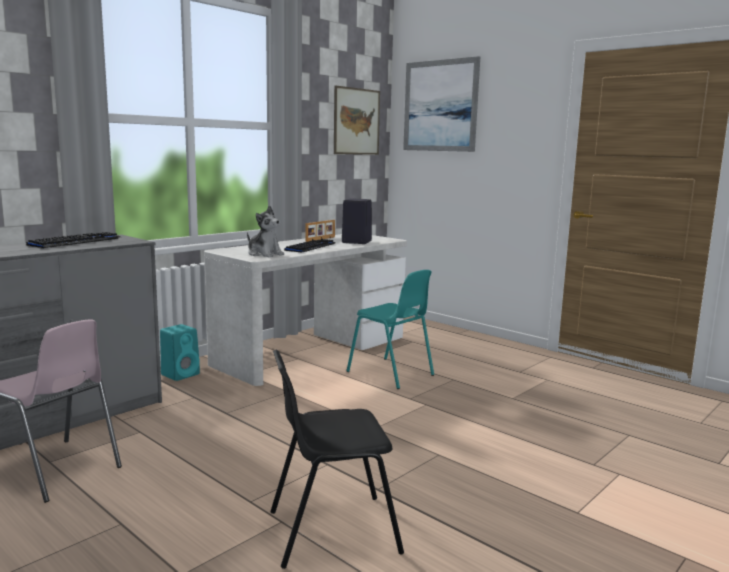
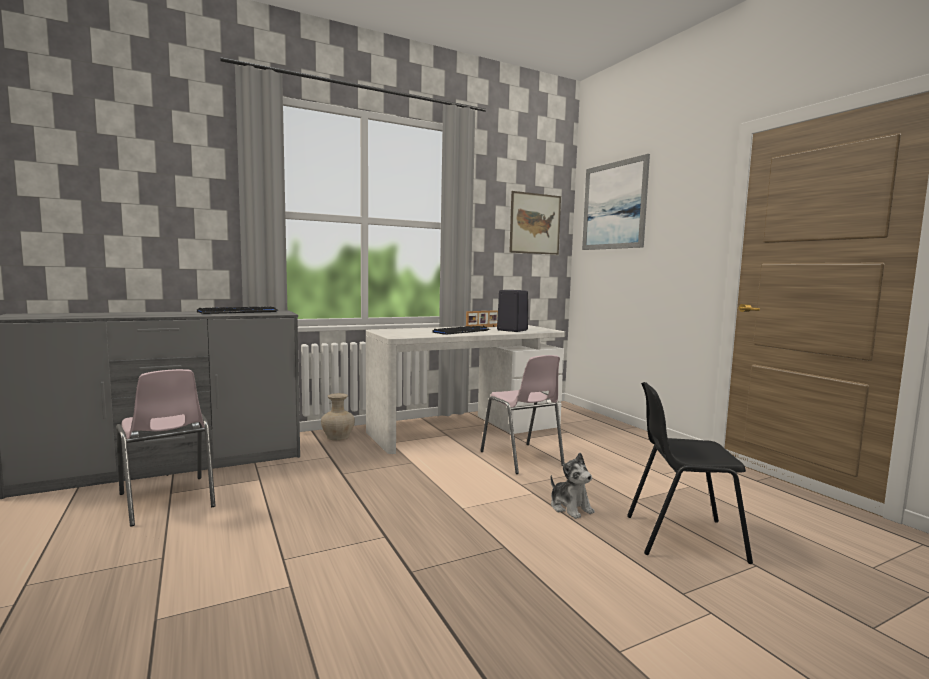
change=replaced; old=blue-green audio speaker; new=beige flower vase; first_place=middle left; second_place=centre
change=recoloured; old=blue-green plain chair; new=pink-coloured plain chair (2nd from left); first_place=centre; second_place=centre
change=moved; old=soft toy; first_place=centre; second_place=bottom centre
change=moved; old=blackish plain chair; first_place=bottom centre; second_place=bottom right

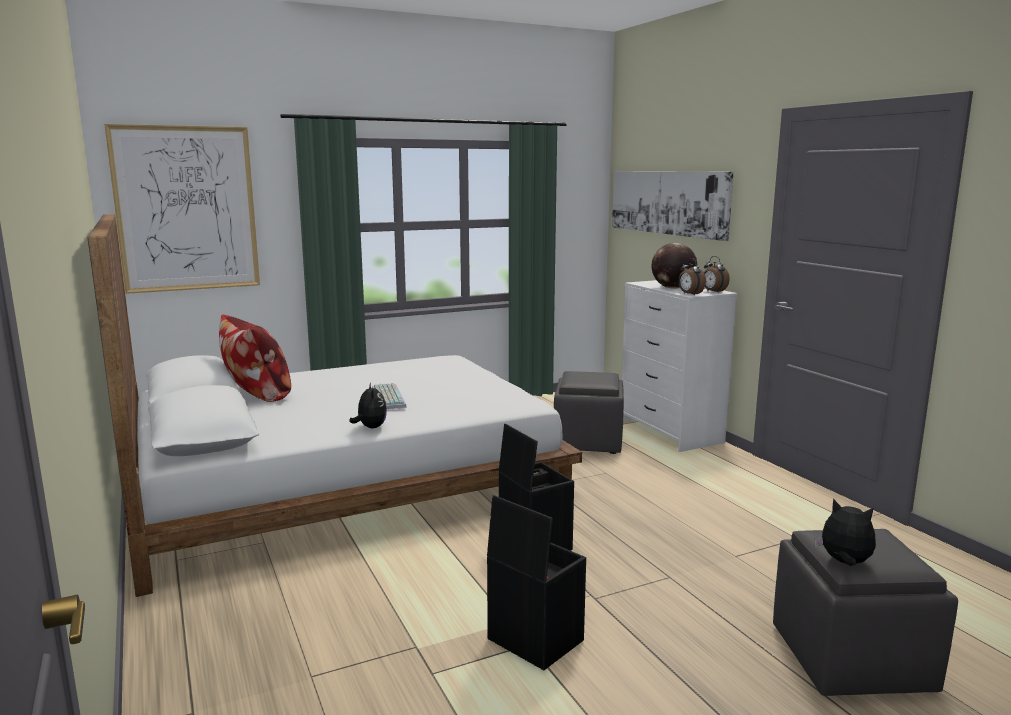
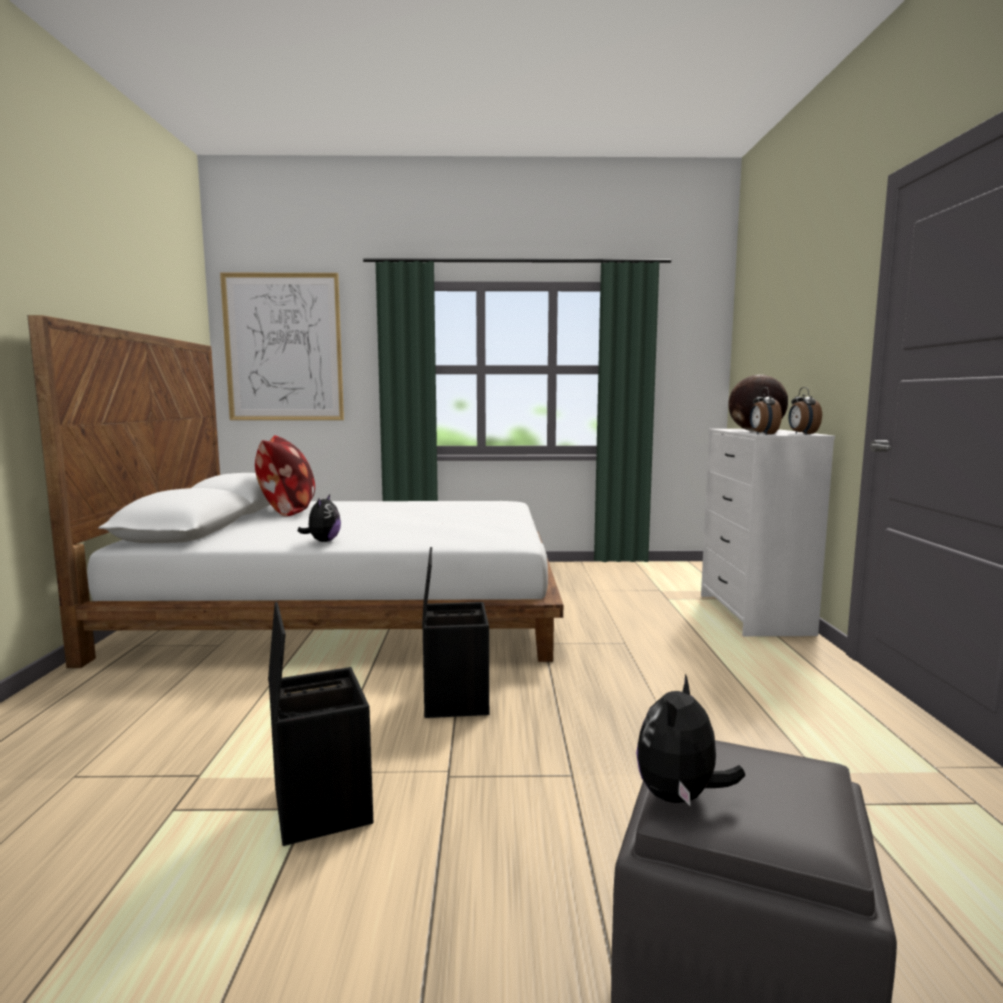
change=turned; old=soft toy (2nd from left); first_place=bottom right; second_place=bottom right; degrees=-120
change=removed; old=PC keyboard; first_place=centre
change=removed; old=gray pouffe (1st from left); first_place=centre
change=removed; old=picture (2nd from left); first_place=top centre

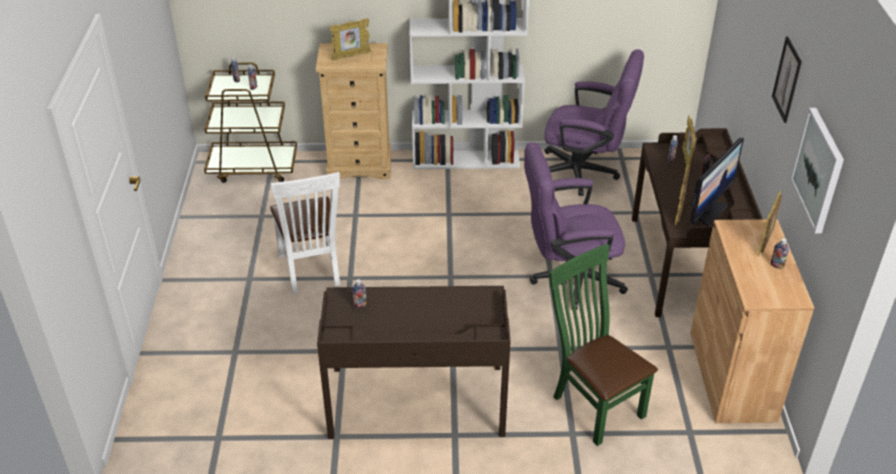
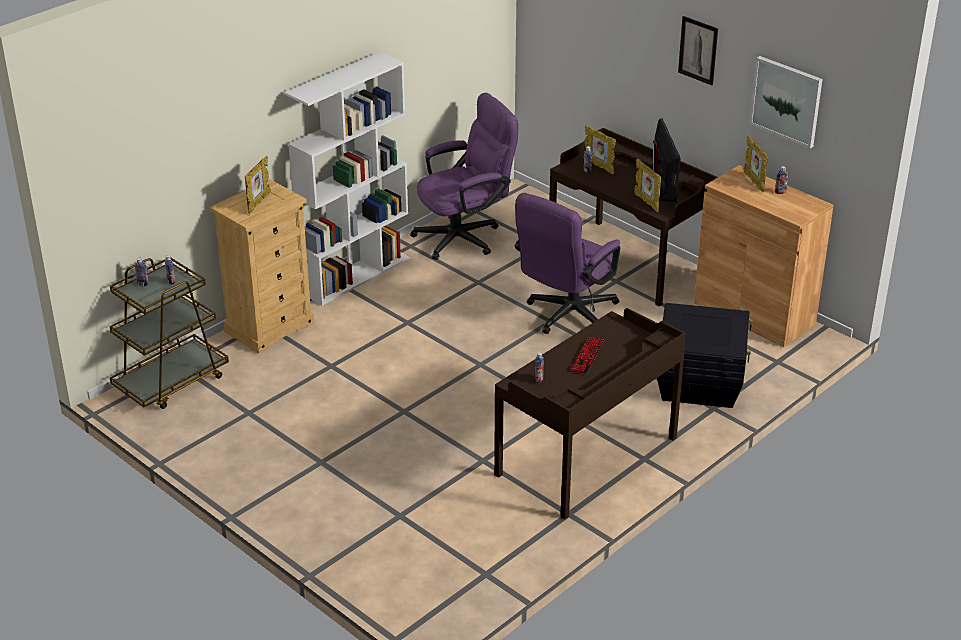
change=added; new=PC keyboard; second_place=centre
change=replaced; old=green plain chair; new=blackish storage box; first_place=bottom right; second_place=middle right
change=removed; old=white-coloured plain chair; first_place=centre

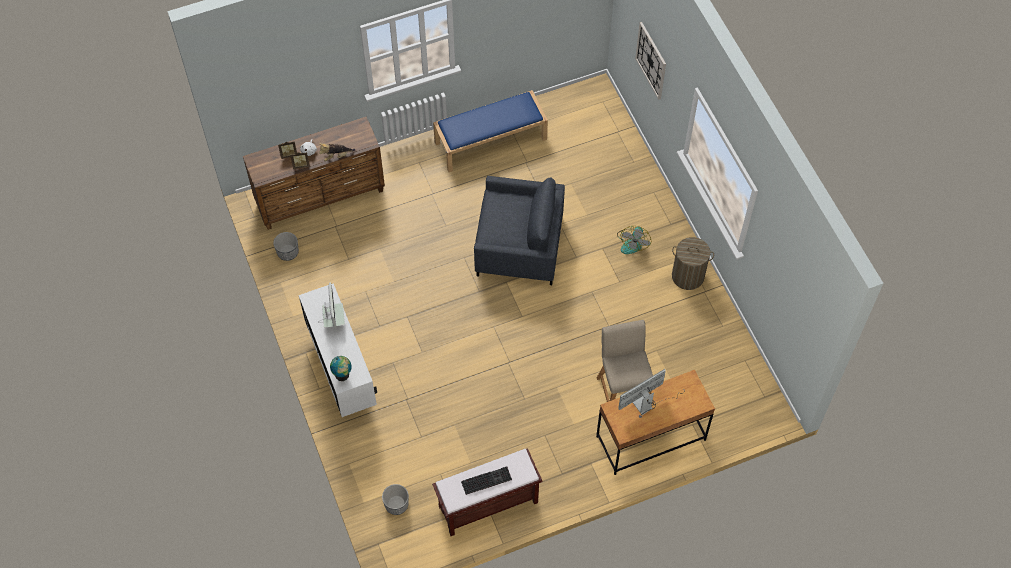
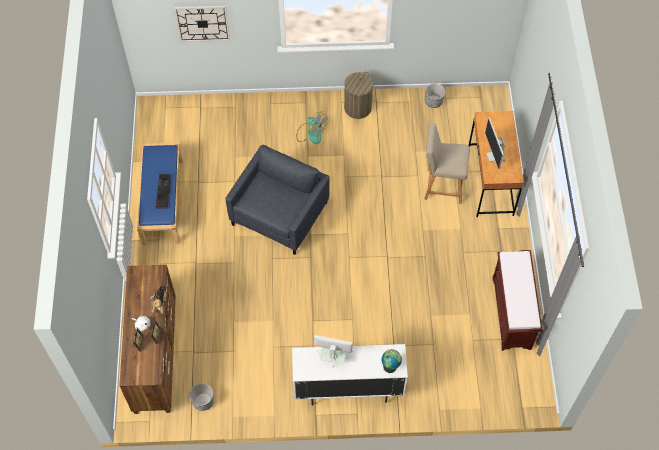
change=moved; old=PC keyboard; first_place=bottom centre; second_place=middle left
change=moved; old=planter (2nd from left); first_place=bottom centre; second_place=top centre

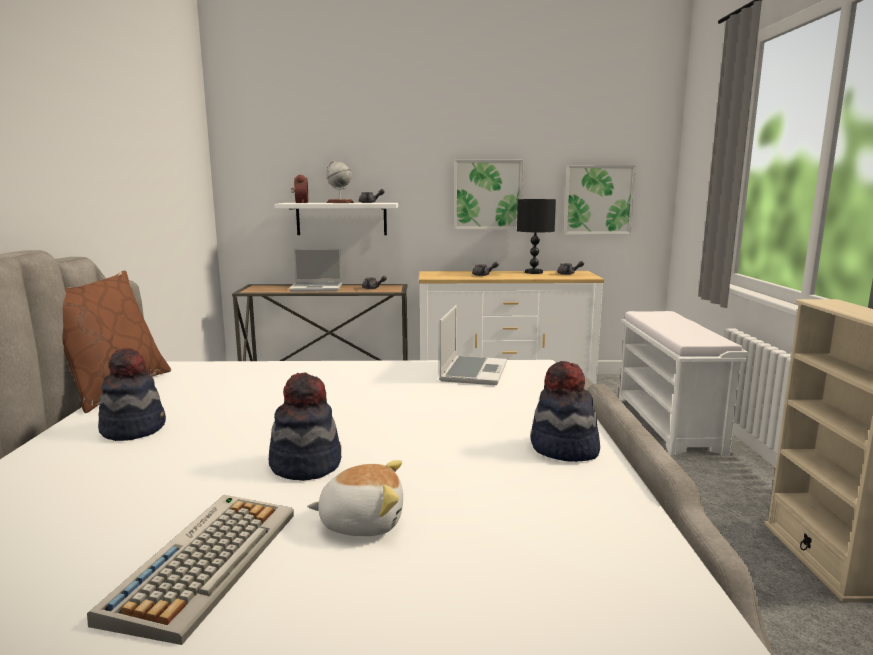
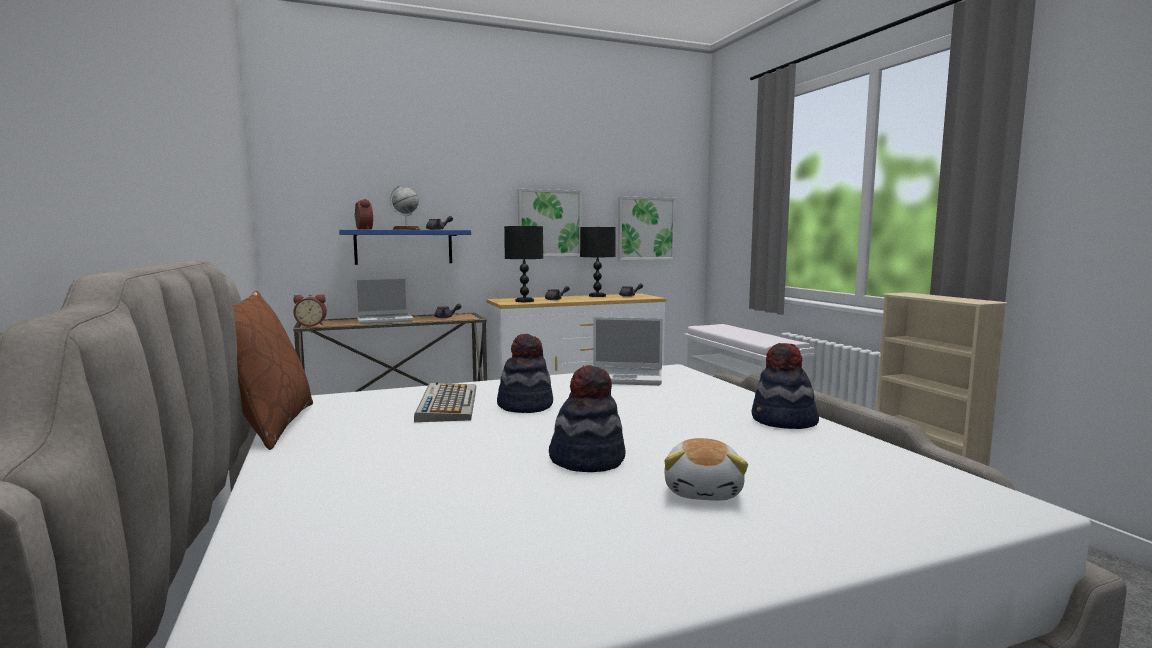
change=added; new=table clock (1st from left); second_place=middle left
change=recoloured; old=white-coloured shelf; new=blue shelf; first_place=centre; second_place=centre
change=moved; old=PC keyboard; first_place=bottom left; second_place=centre
change=moved; old=clothing hat (1st from left); first_place=middle left; second_place=centre
change=added; new=blackish table lamp (1st from left); second_place=centre
change=turned; old=portable computer (2nd from left); first_place=centre; second_place=centre; degrees=105
change=turned; old=soft toy; first_place=bottom centre; second_place=bottom centre; degrees=120

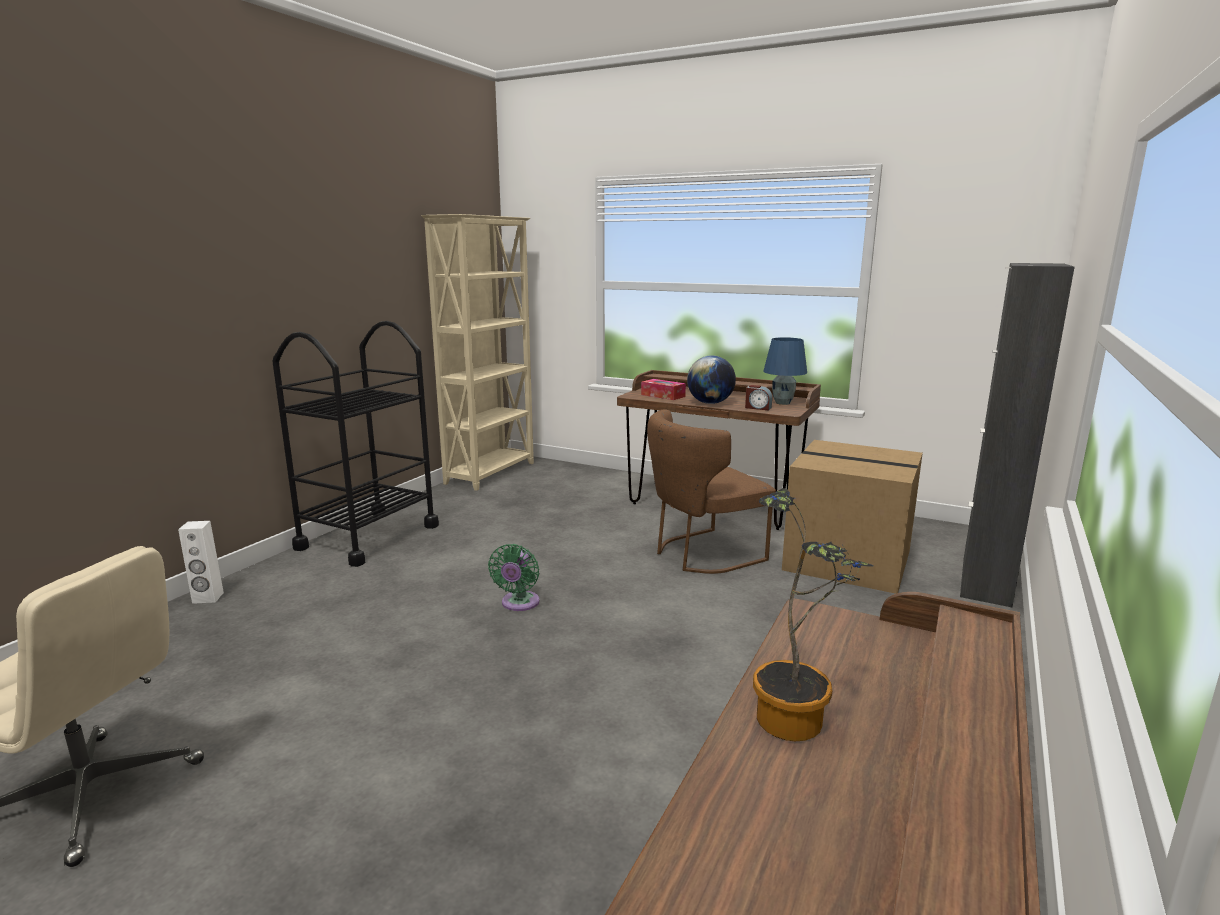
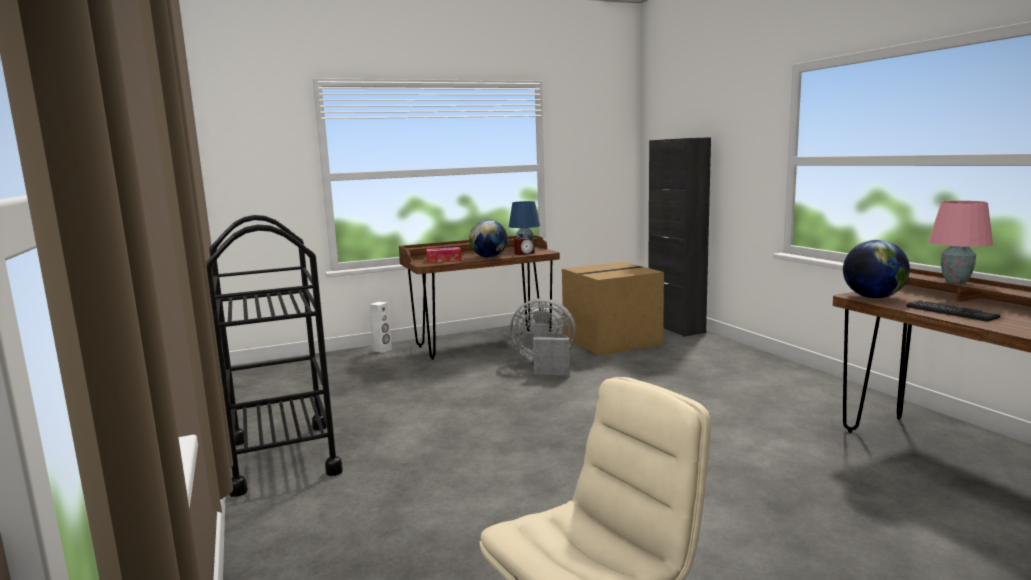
change=moved; old=white-coloured audio speaker; first_place=middle left; second_place=centre
change=replaced; old=brownish plain chair; new=gray cooling fan; first_place=centre; second_place=centre
change=added; new=globe (2nd from left); second_place=middle right
change=replaced; old=houseplant; new=PC keyboard; first_place=bottom centre; second_place=middle right
change=added; new=pink-coloured table lamp; second_place=middle right
change=removed; old=beige bookcase; first_place=centre
change=removed; old=green cooling fan; first_place=centre

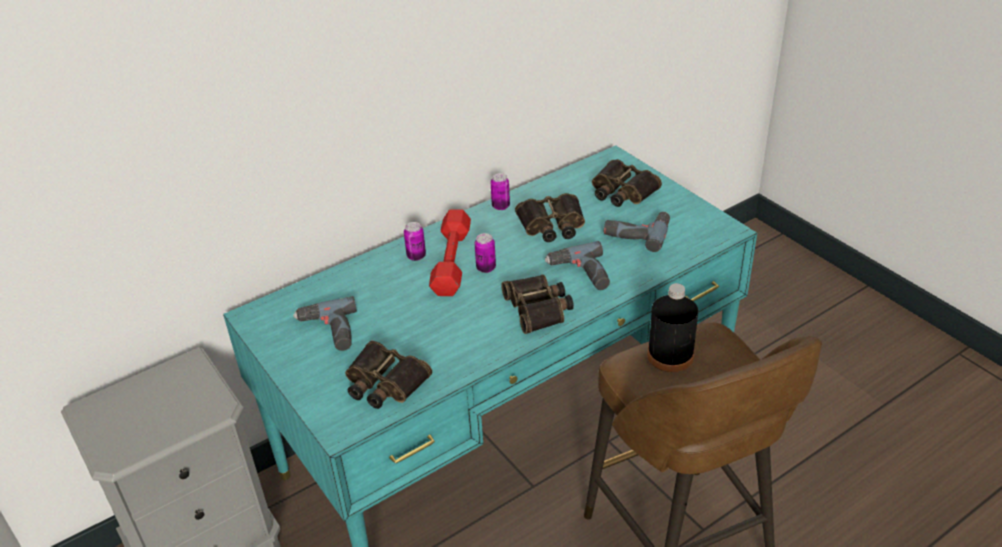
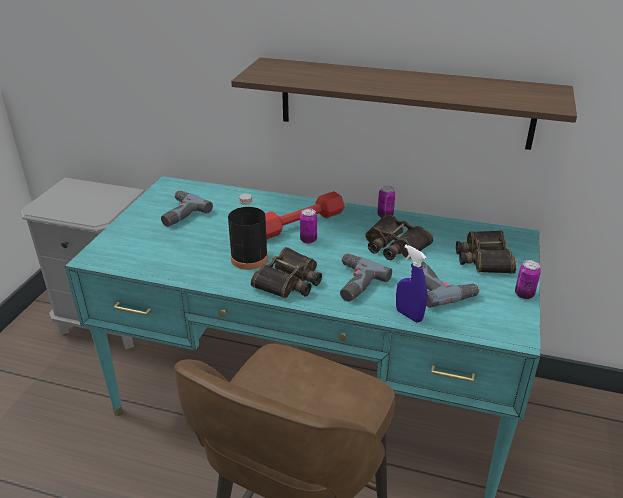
change=moved; old=blackish beverage bottle; first_place=middle right; second_place=centre
change=added; new=shelf; second_place=top centre
change=added; new=blue sprayer; second_place=centre
change=moved; old=metal can (1st from left in the first image); new=metal can (3rd from left); first_place=centre; second_place=middle right
change=removed; old=pair of binoculars (1st from left); first_place=bottom centre

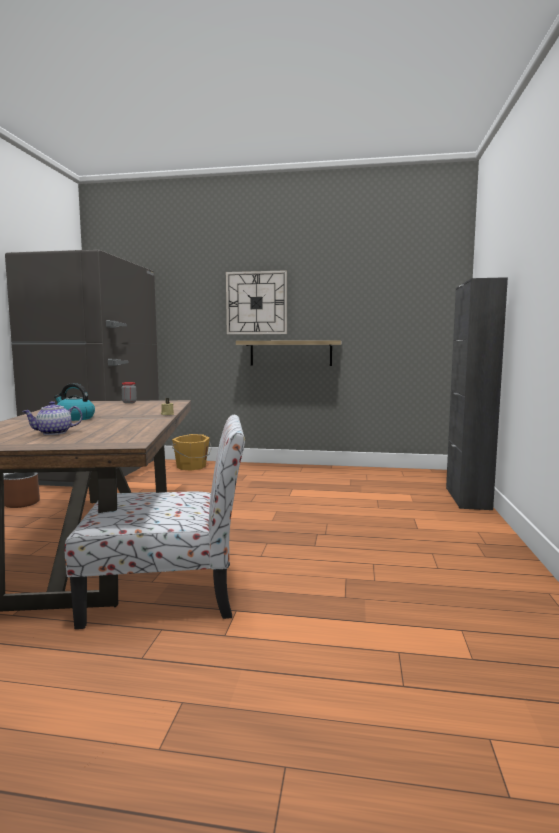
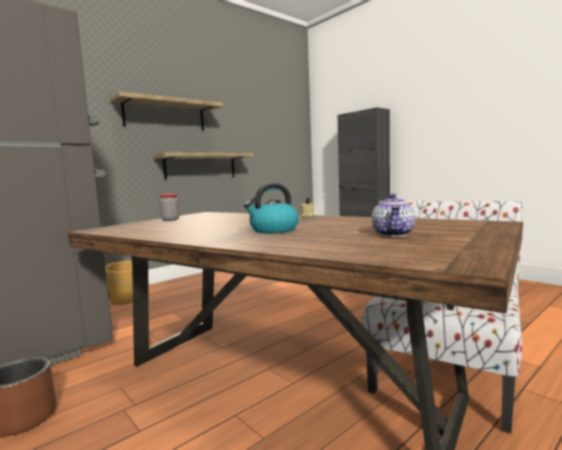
change=replaced; old=wall clock; new=shelf (1st from left); first_place=centre; second_place=top left

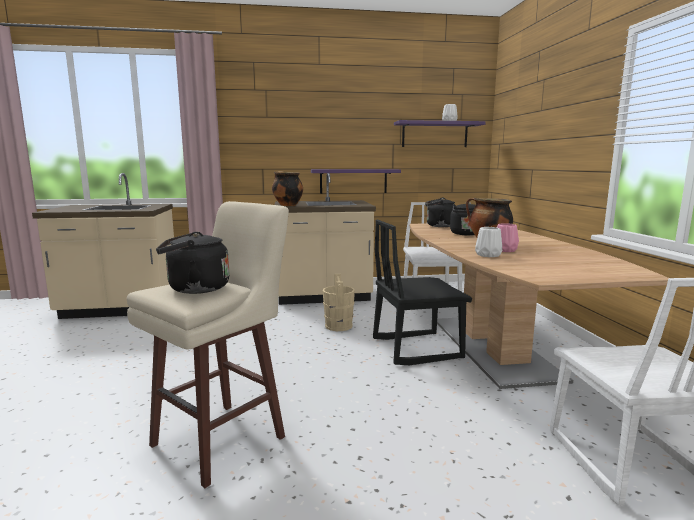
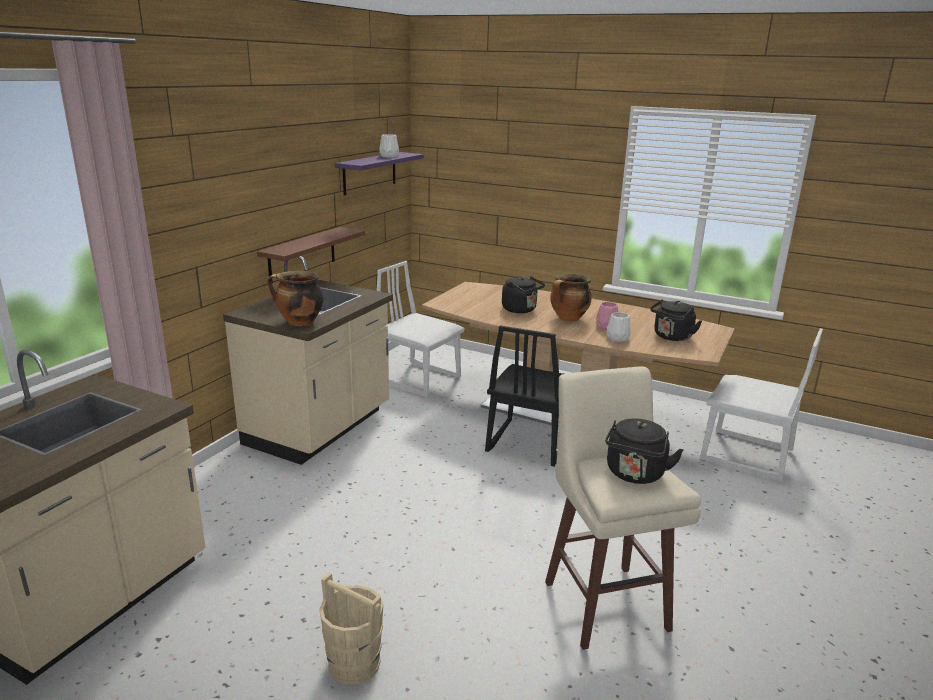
change=recoloured; old=purple-coloured shelf (1st from left); new=brownish shelf; first_place=centre; second_place=centre
change=moved; old=beige water bucket; first_place=centre; second_place=bottom centre
change=moved; old=blackish tea kettle (2nd from left in the first image); new=blackish tea kettle (3rd from left); first_place=centre; second_place=middle right

